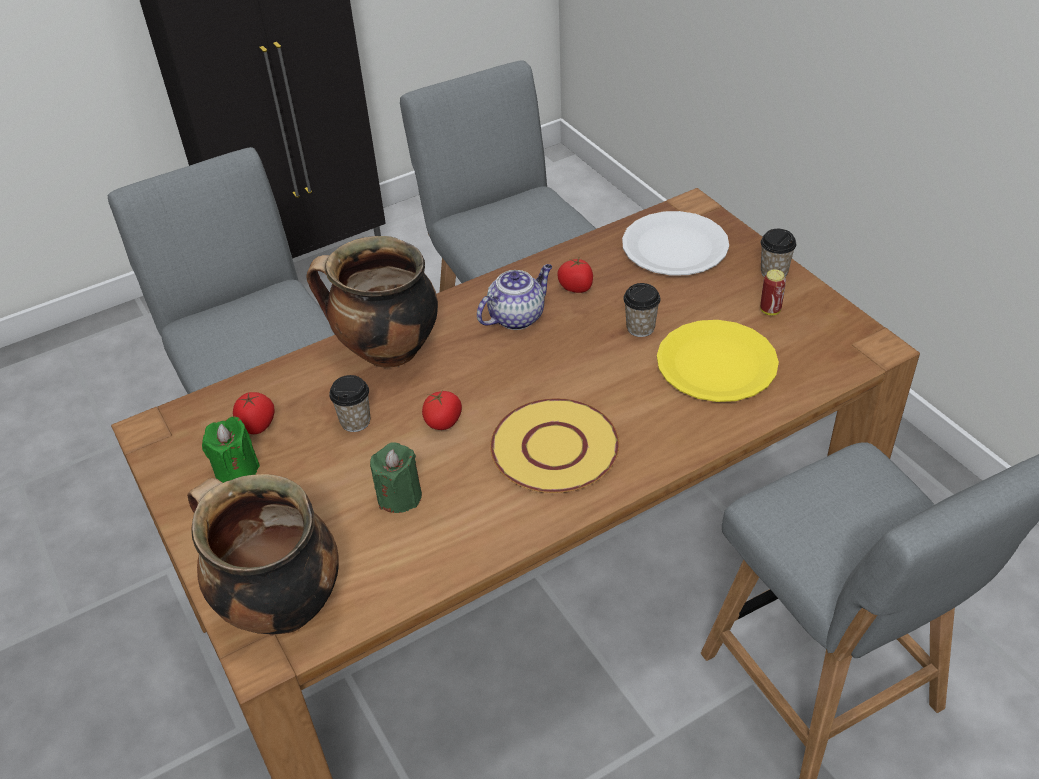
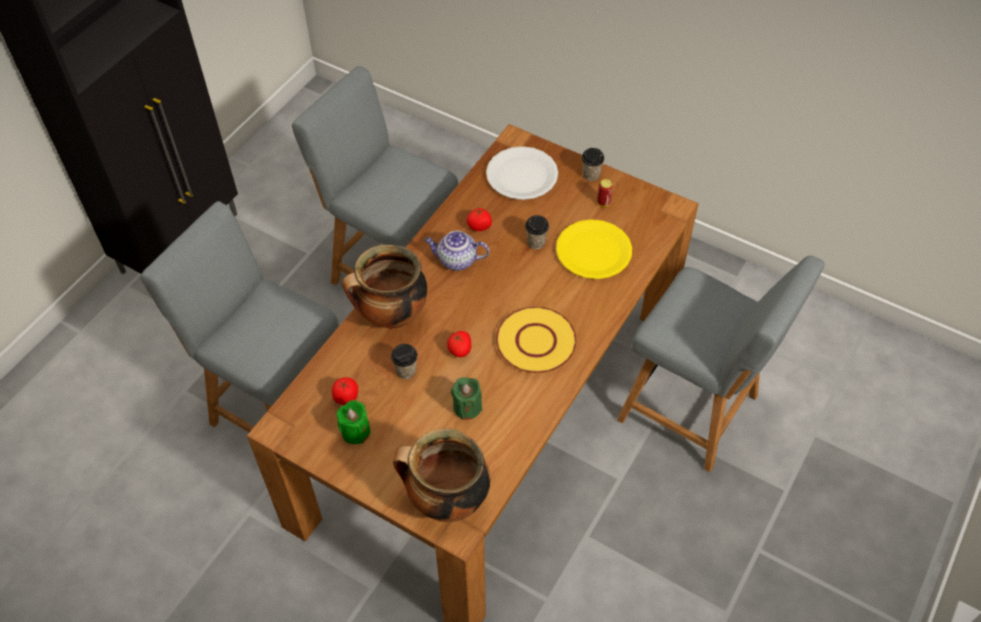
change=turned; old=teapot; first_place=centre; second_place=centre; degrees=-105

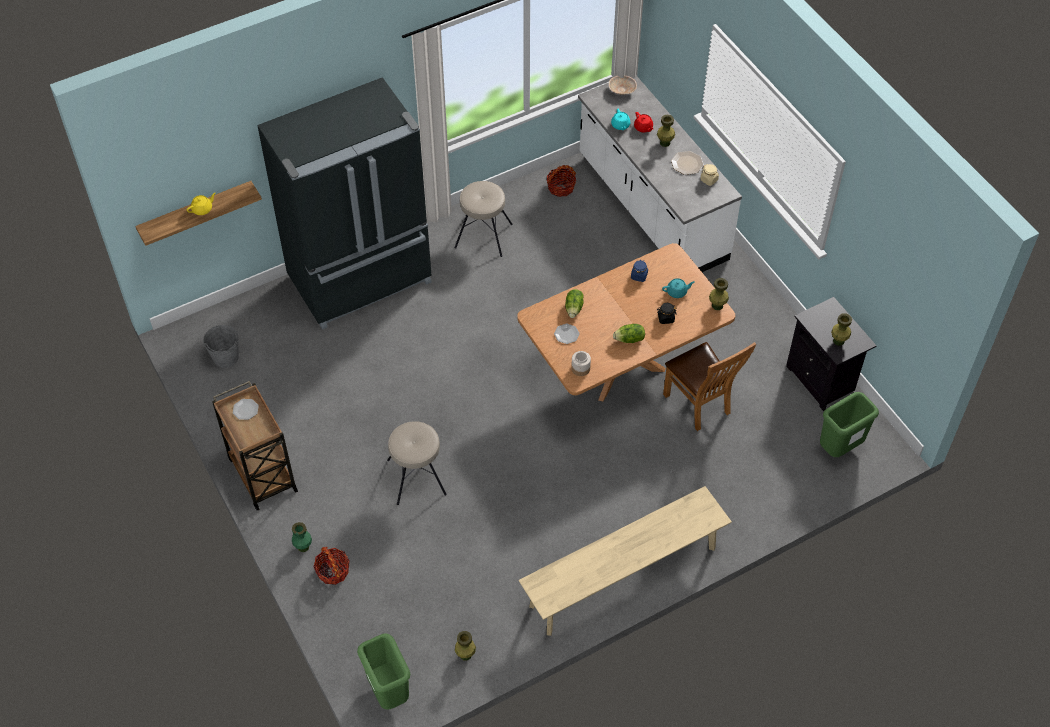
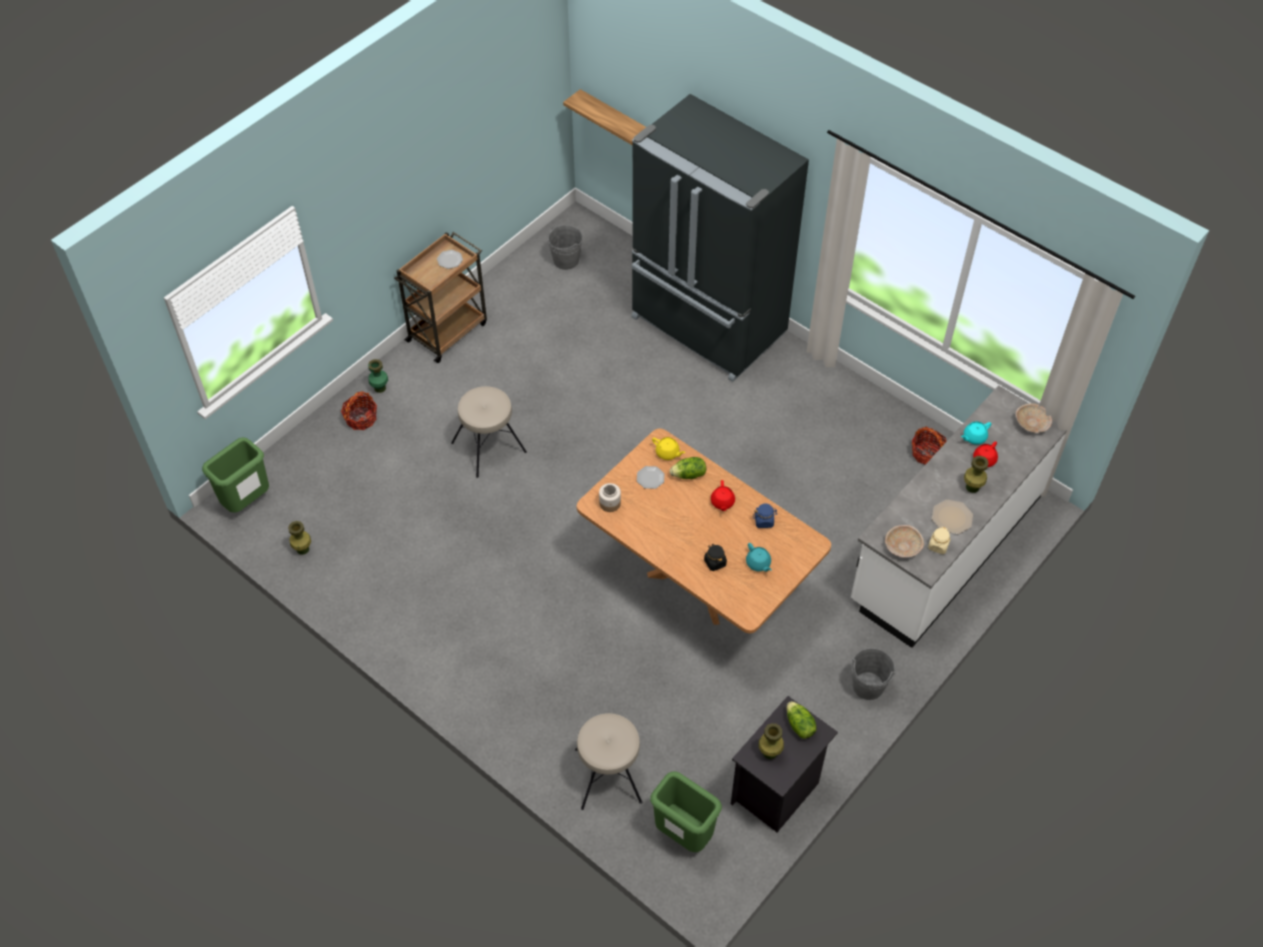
change=moved; old=beige stool seat (2nd from left); first_place=top centre; second_place=bottom centre
change=moved; old=yellow teapot; first_place=top left; second_place=centre
change=added; new=reddish teapot (1st from left); second_place=centre
change=moved; old=lettuce (2nd from left); first_place=centre; second_place=bottom centre
change=added; new=gray water bucket (2nd from left); second_place=bottom right
change=added; new=beige serving bowl (1st from left); second_place=middle right
change=removed; old=beige indoor bench; first_place=bottom centre
change=removed; old=brownish plain chair; first_place=middle right
change=removed; old=green flower vase (4th from left); first_place=middle right

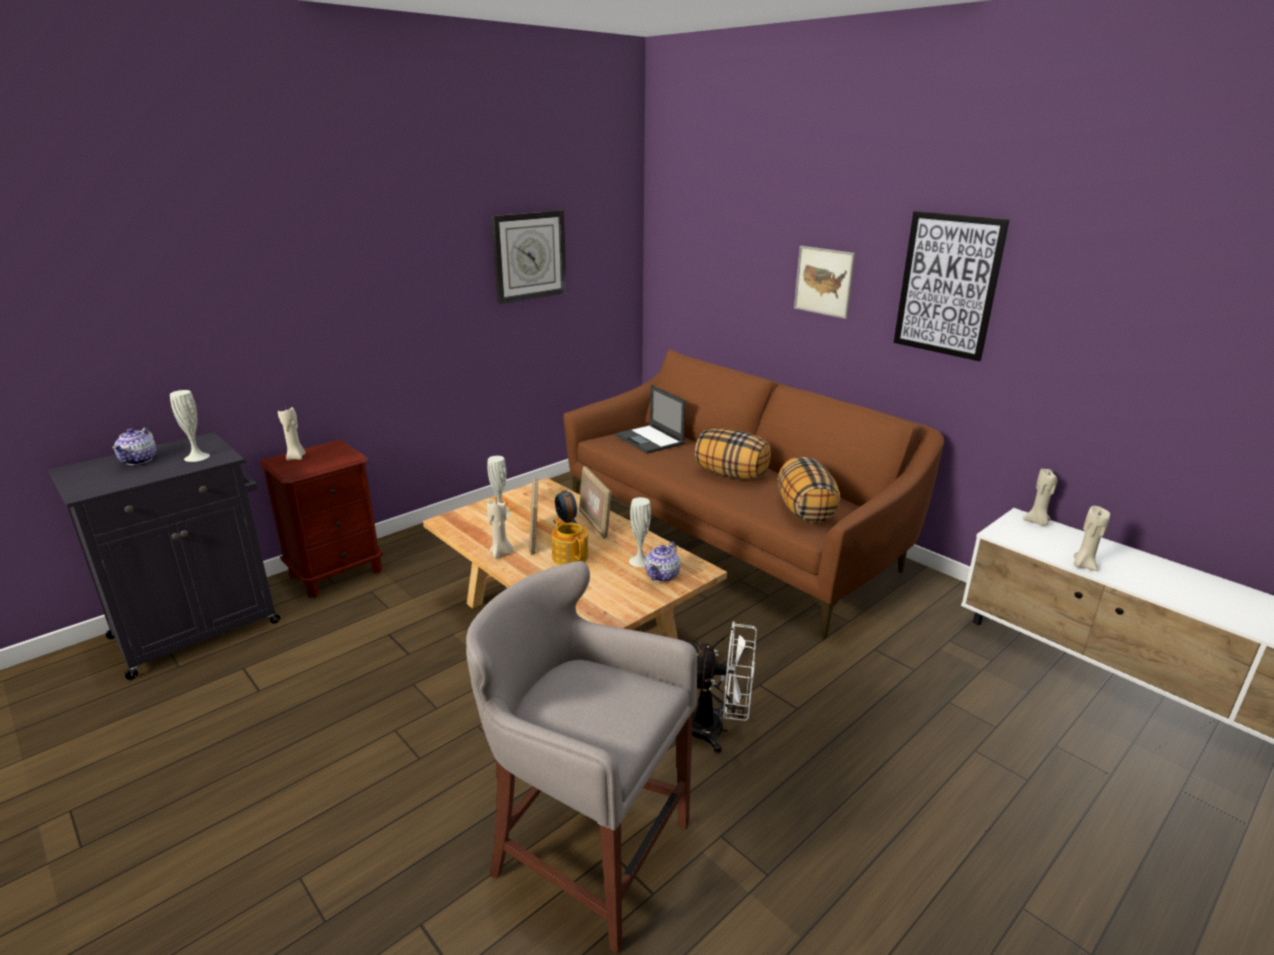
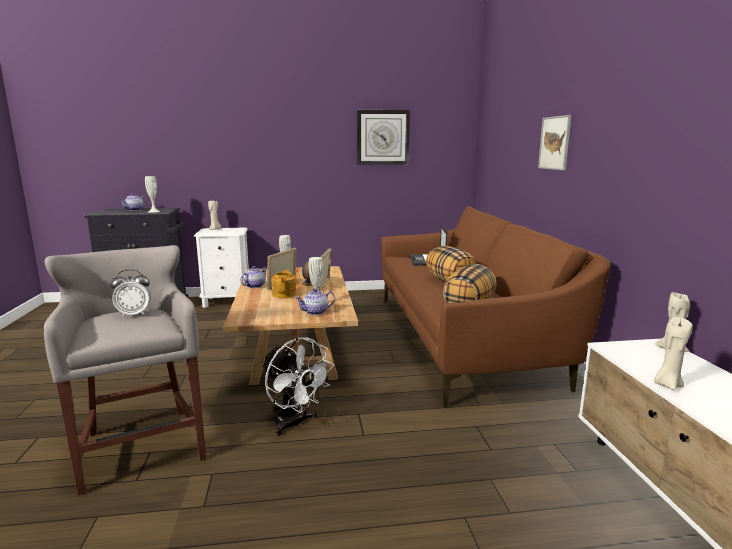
change=added; new=table clock (1st from left); second_place=middle left
change=recoloured; old=brownish bedside table; new=white-coloured bedside table; first_place=middle left; second_place=middle left
change=replaced; old=beige candle (2nd from left); new=teapot (2nd from left); first_place=centre; second_place=centre
change=removed; old=picture (2nd from left); first_place=top right

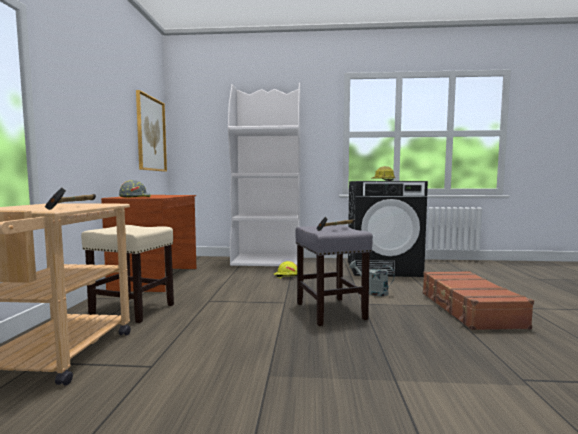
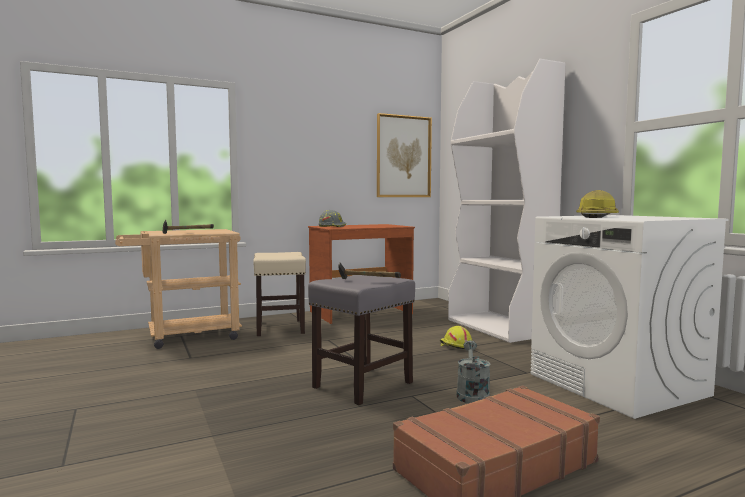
change=recoloured; old=blackish laundry machine; new=white-coloured laundry machine; first_place=middle right; second_place=middle right

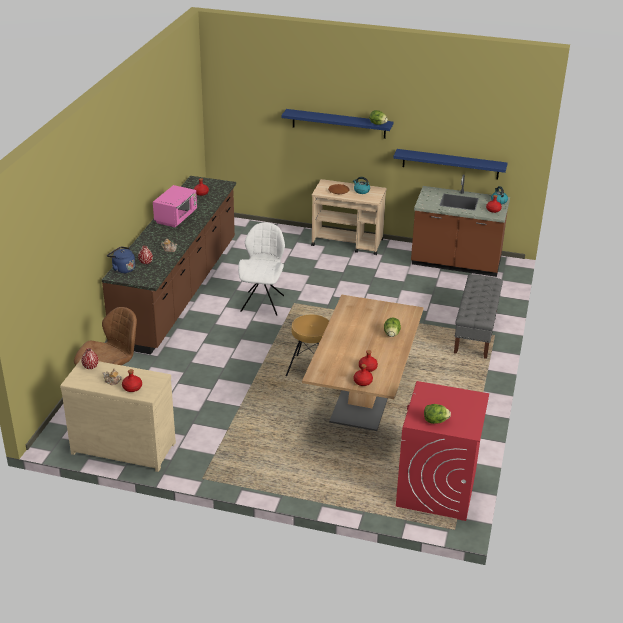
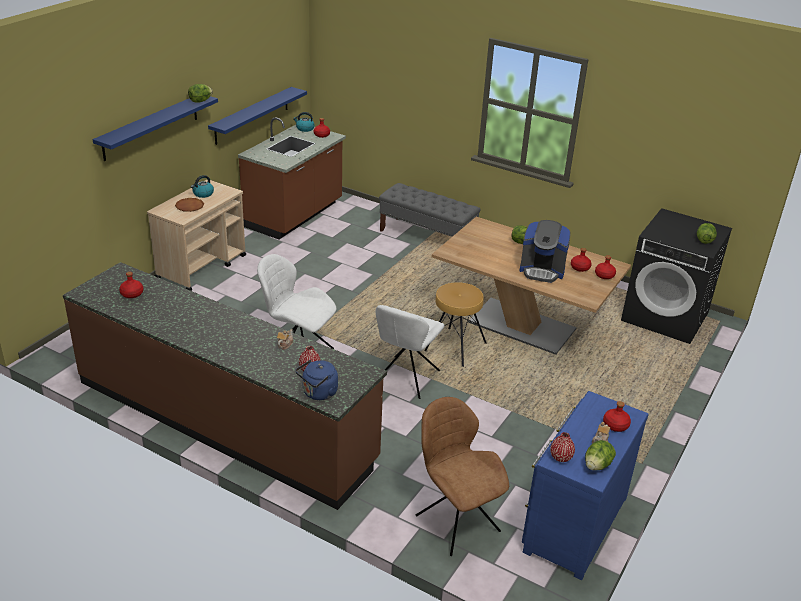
change=added; new=white-coloured plain chair (2nd from left); second_place=centre
change=added; new=coffee brewer; second_place=middle right
change=recoloured; old=beige dresser; new=blue dresser; first_place=middle left; second_place=bottom right
change=added; new=lettuce (3rd from left); second_place=bottom right
change=recoloured; old=reddish laundry machine; new=blackish laundry machine; first_place=bottom right; second_place=middle right
change=removed; old=pink-coloured kitchen microwave; first_place=top left

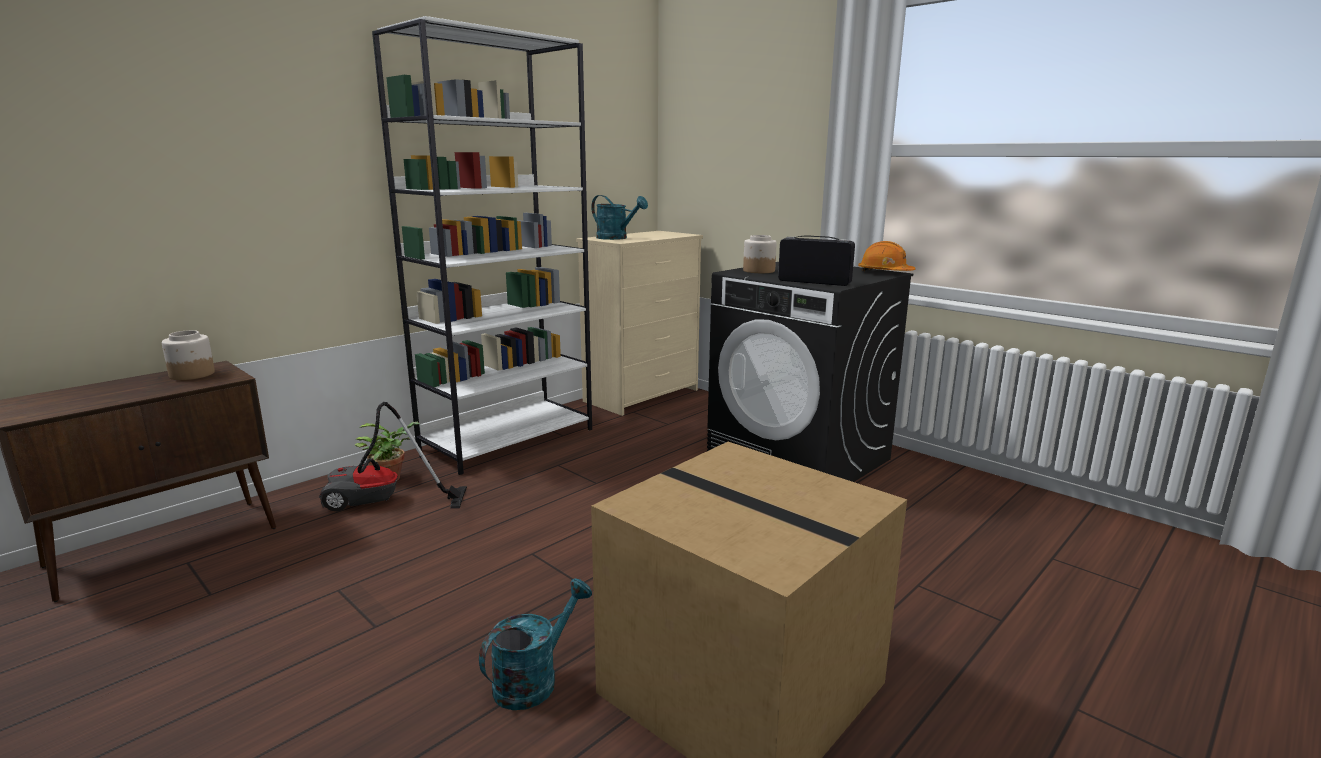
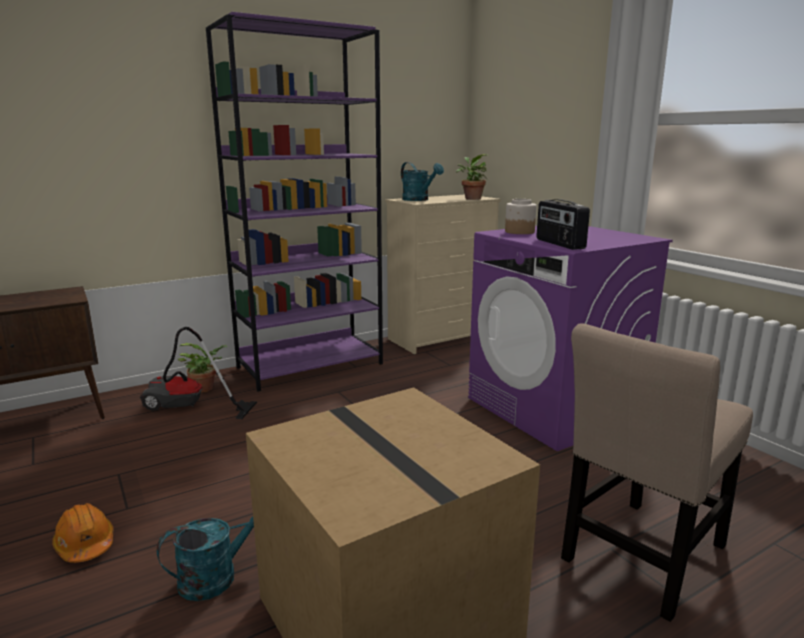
change=moved; old=orange-coloured hard hat; first_place=middle right; second_place=bottom left
change=recoloured; old=white-coloured bookcase; new=purple-coloured bookcase; first_place=top centre; second_place=top centre
change=added; new=houseplant (2nd from left); second_place=top centre
change=recoloured; old=blackish laundry machine; new=purple-coloured laundry machine; first_place=centre; second_place=middle right
change=turned; old=radio set; first_place=centre; second_place=middle right; degrees=-150
change=added; new=beige plain chair; second_place=bottom right
change=removed; old=storage jar (1st from left); first_place=middle left

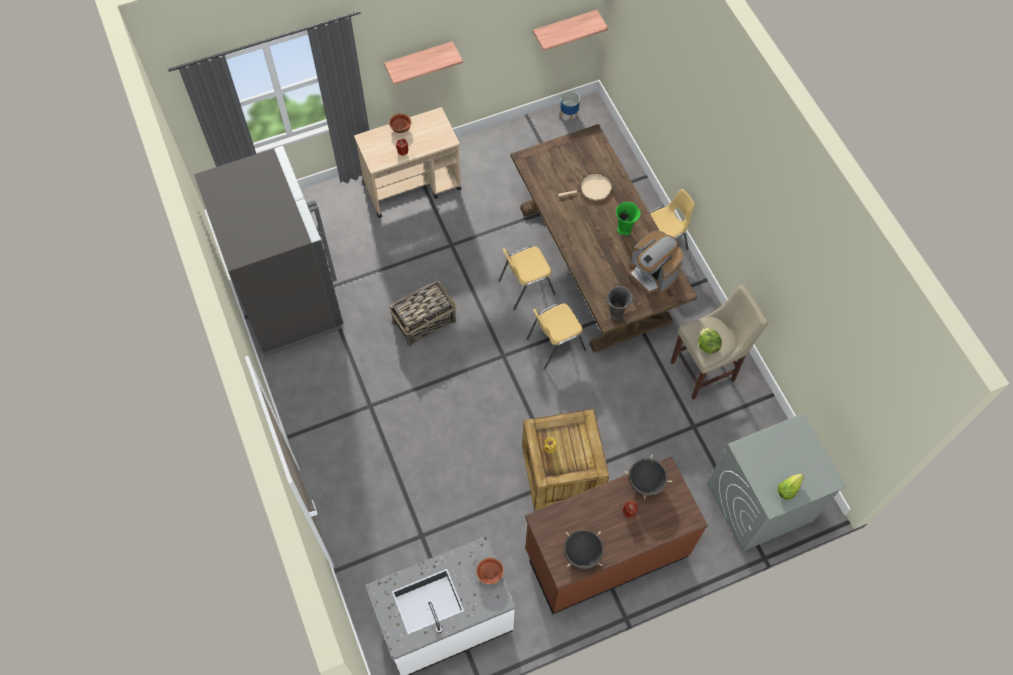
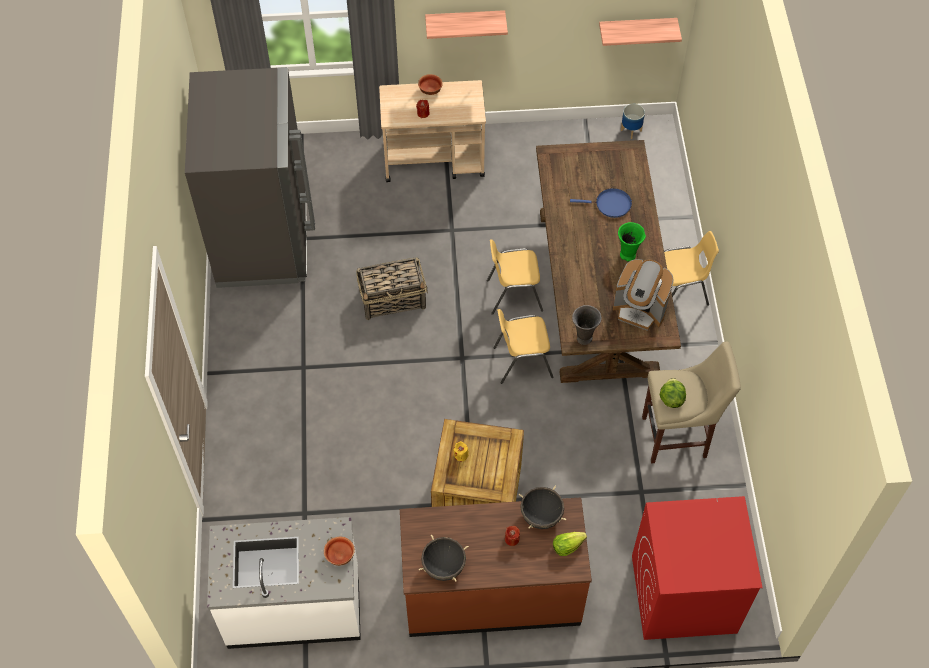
change=moved; old=lettuce (2nd from left in the first image); new=lettuce (1st from left); first_place=bottom right; second_place=bottom centre
change=recoloured; old=beige frying pan; new=blue frying pan; first_place=top centre; second_place=top centre
change=turned; old=coffee brewer; first_place=centre; second_place=middle right; degrees=-45
change=recoloured; old=gray laundry machine; new=reddish laundry machine; first_place=bottom right; second_place=bottom right

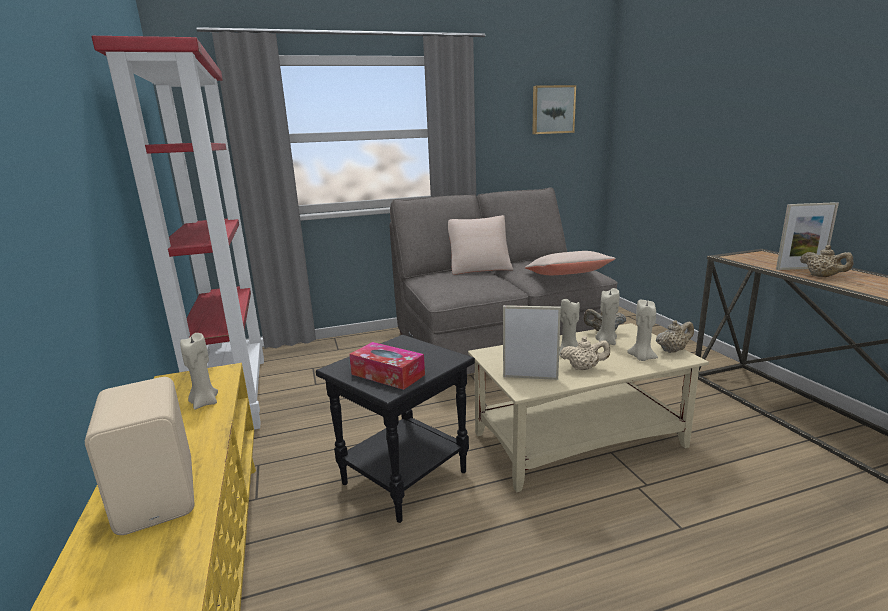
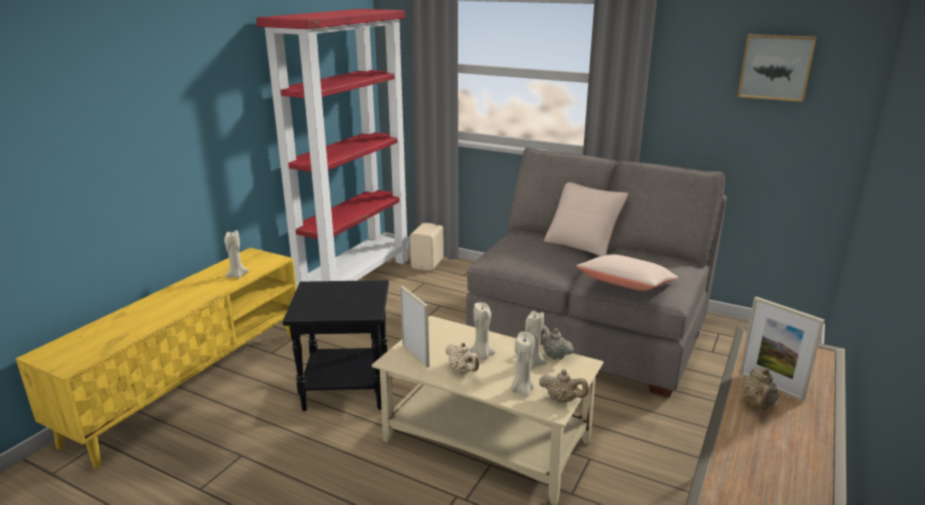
change=moved; old=beige audio speaker; first_place=bottom left; second_place=centre
change=removed; old=tissue holder; first_place=centre

